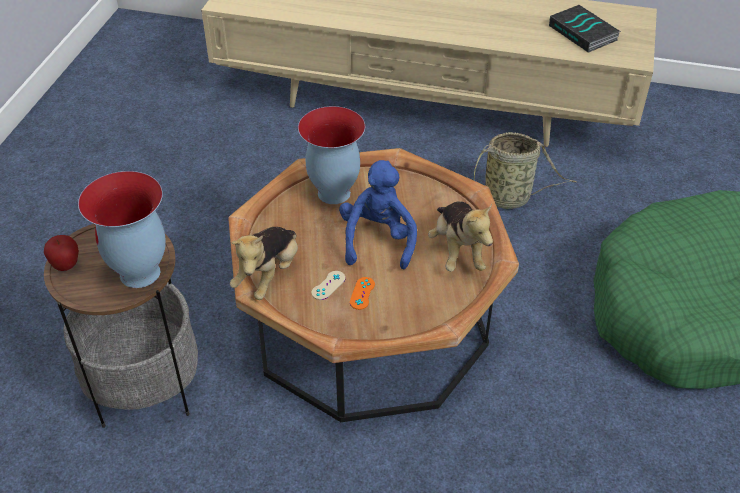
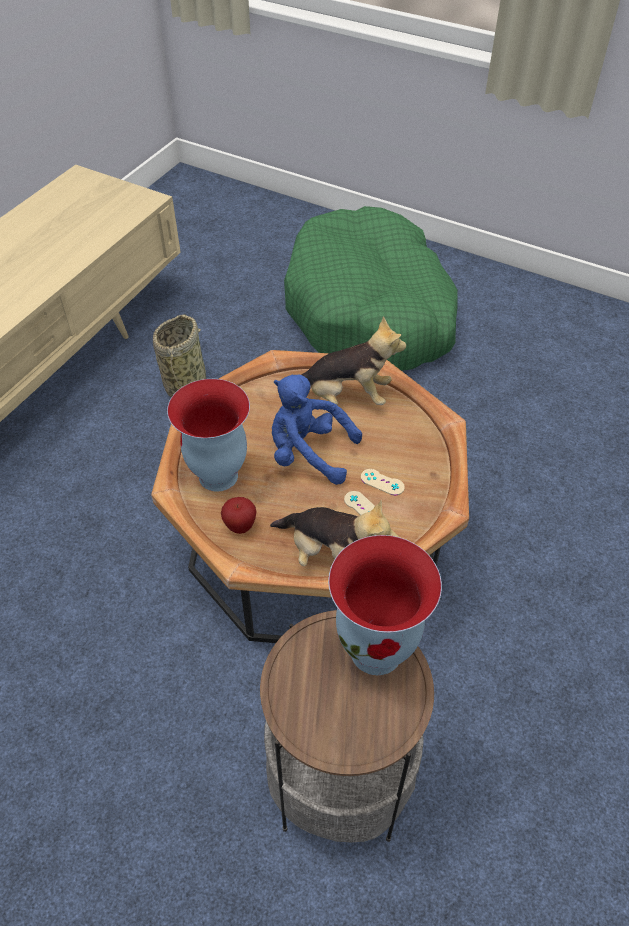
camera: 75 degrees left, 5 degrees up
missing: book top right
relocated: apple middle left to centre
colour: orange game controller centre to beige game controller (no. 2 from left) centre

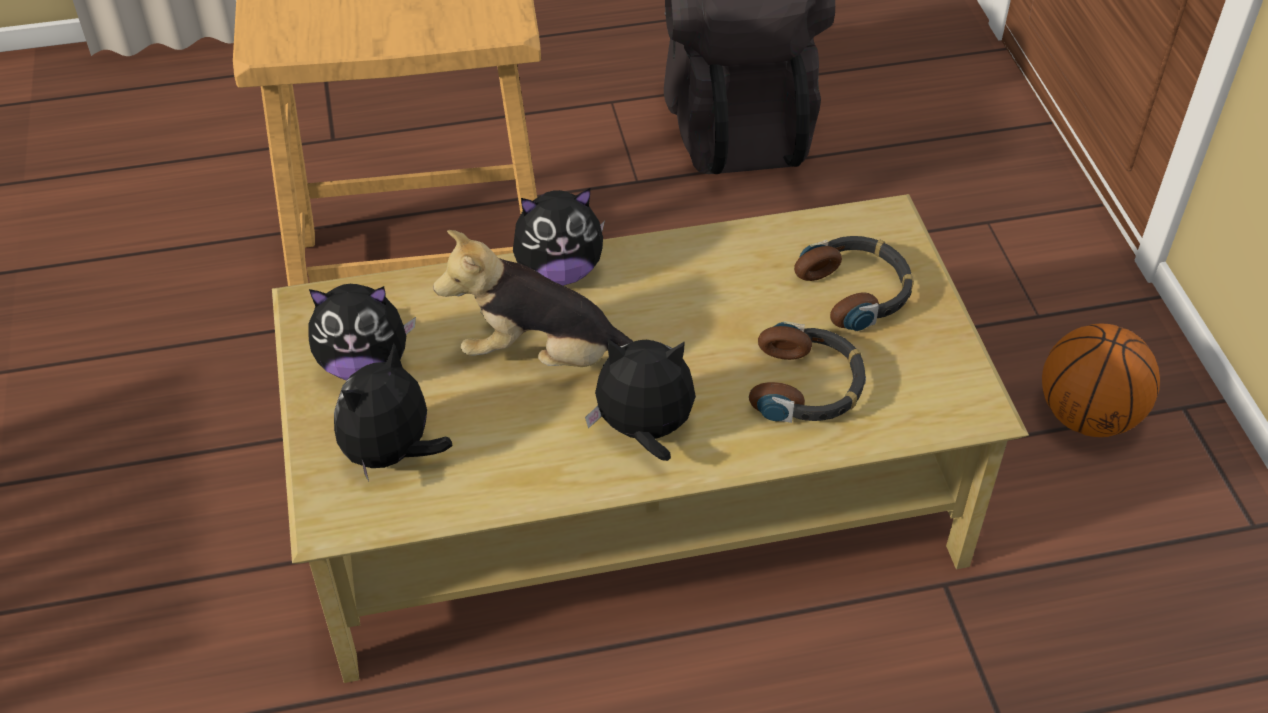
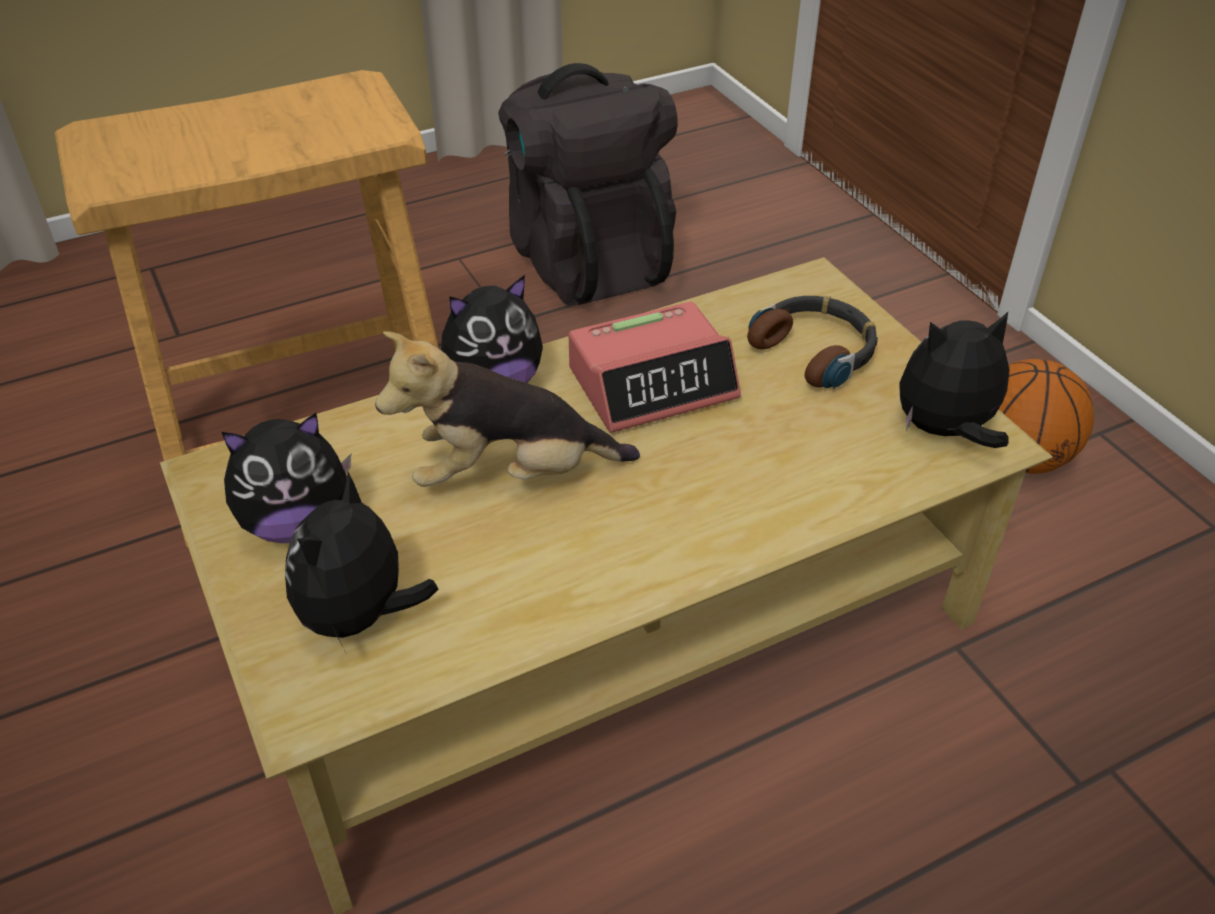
camera: 15 degrees left, 5 degrees down
missing: headphones (no. 1 from left) centre
appeared: alarm clock centre
relocated: plush toy (no. 5 from left) centre to middle right

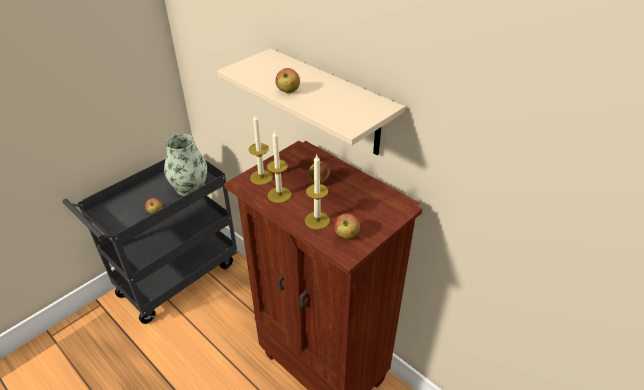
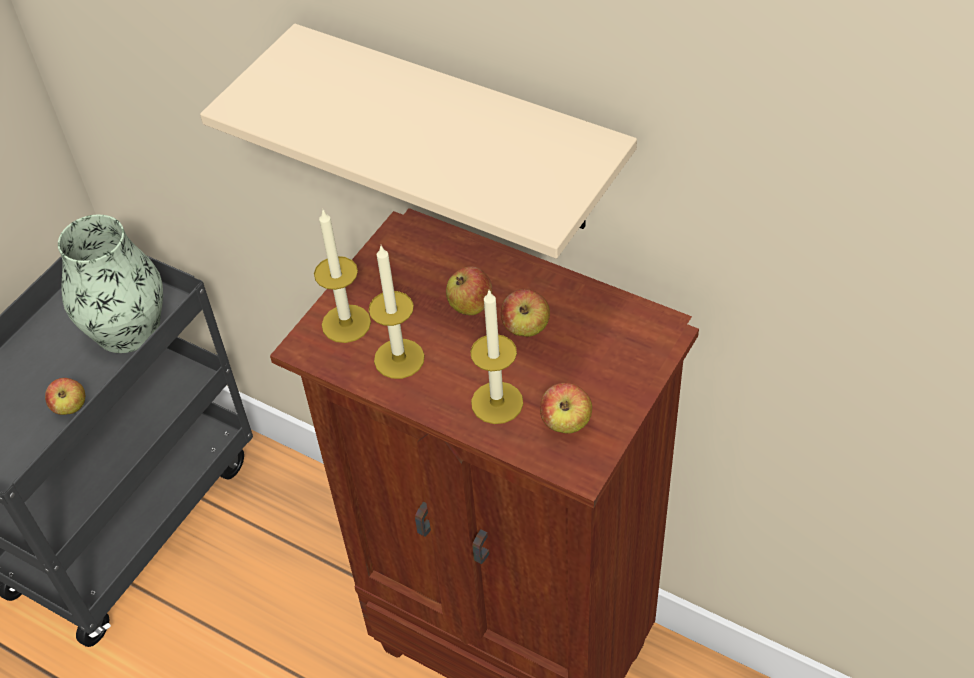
camera: 10 degrees left, 10 degrees up
relocated: apple (no. 2 from left in the first image) top centre to apple (no. 3 from left) centre

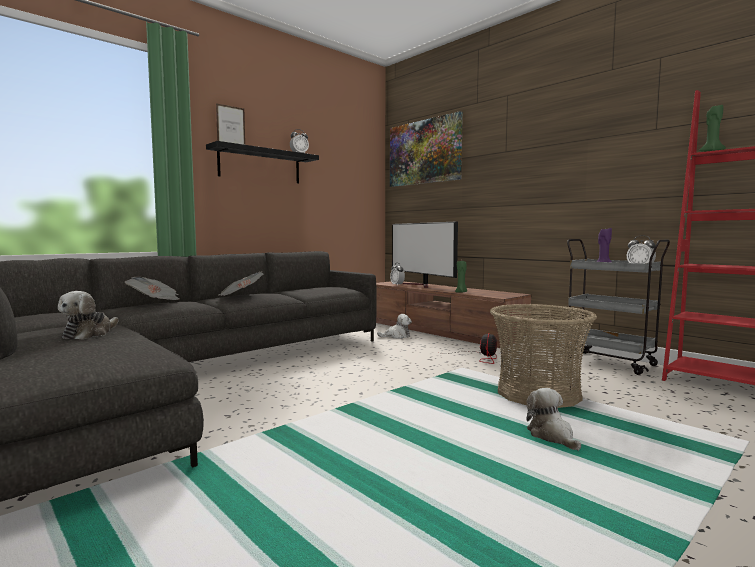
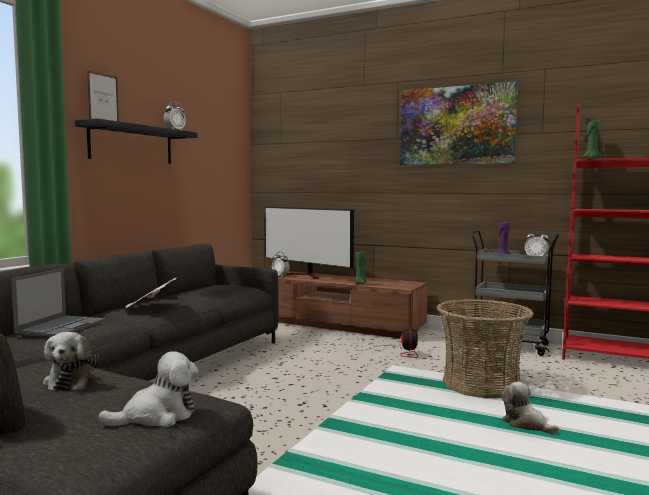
camera: 20 degrees left, 0 degrees up
relocated: plush toy (no. 2 from left) centre to bottom left; picture top centre to top right
exchanged: newspaper (no. 1 from left) middle left to laptop middle left

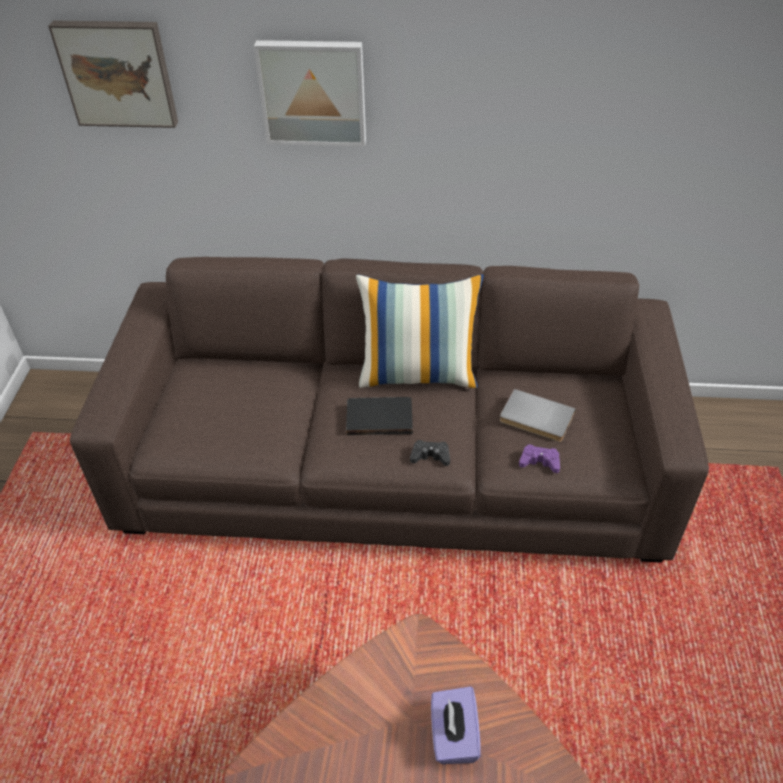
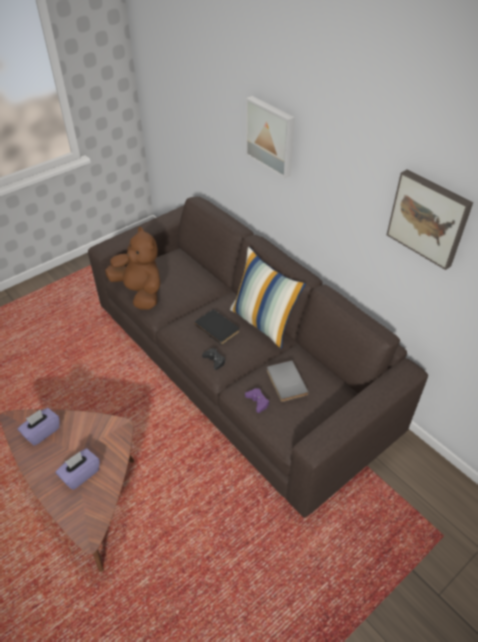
camera: 45 degrees right, 0 degrees up
appeared: purple tissue box (no. 1 from left) middle left; brown plush toy middle left
relocated: picture (no. 1 from left in the first image) top left to picture (no. 2 from left) middle right

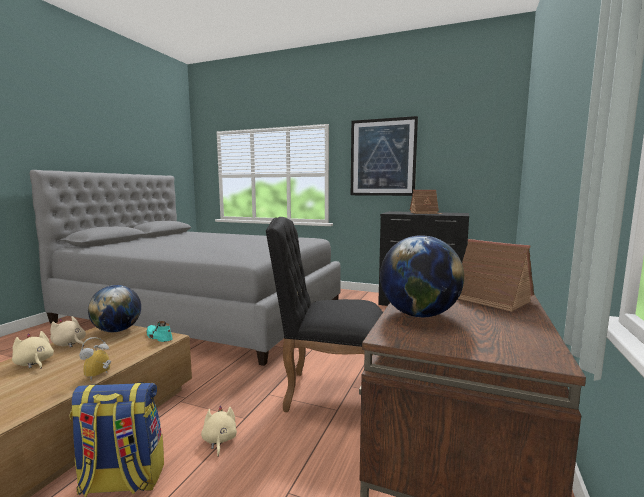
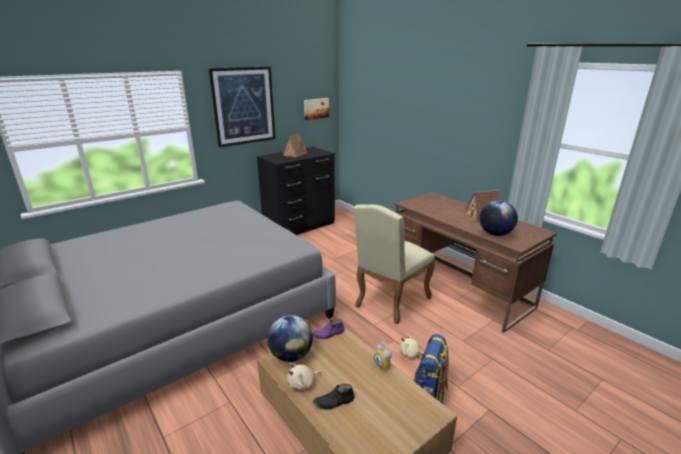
camera: 60 degrees left, 15 degrees up
appeared: picture (no. 2 from left) top centre
exchanged: beige plush toy (no. 1 from left) bottom left to black shoe bottom centre
colour: turquoise shoe middle left to purple shoe bottom centre; black chair centre to beige chair centre

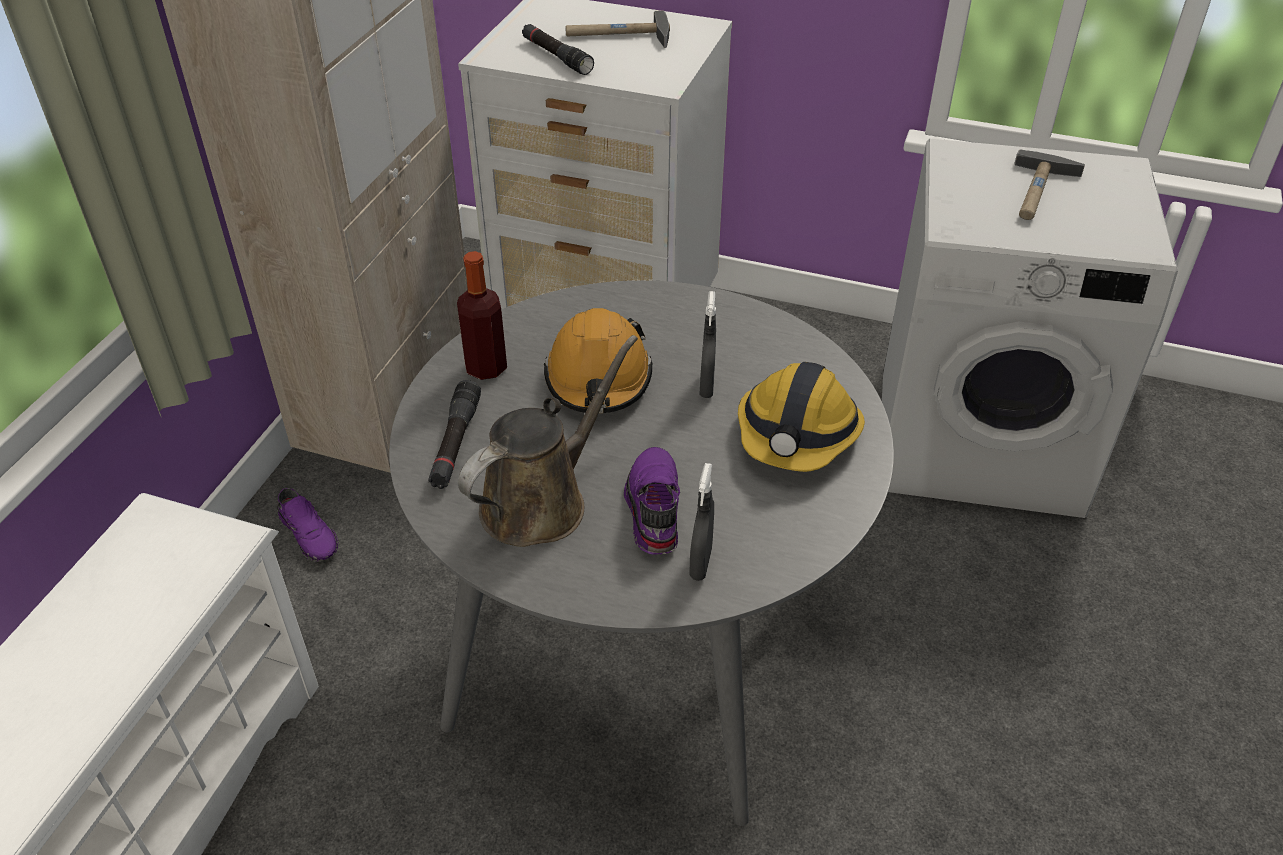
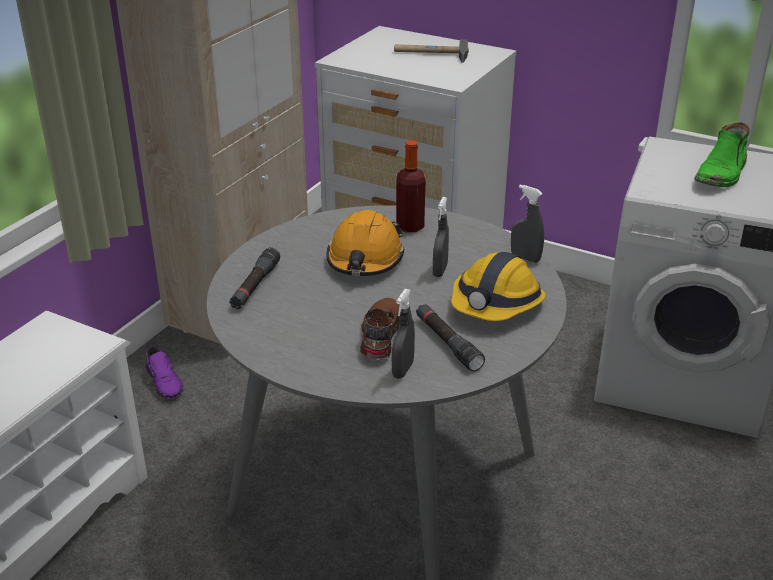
camera: 10 degrees right, 10 degrees down
missing: brown watering can centre
appeared: grey spray bottle (no. 3 from left) middle right
relocated: bottle centre to top centre; black flashlight (no. 2 from left) top centre to centre
exchanged: hammer (no. 2 from left) top right to green boot top right
colour: purple shoe (no. 2 from left) centre to brown shoe centre

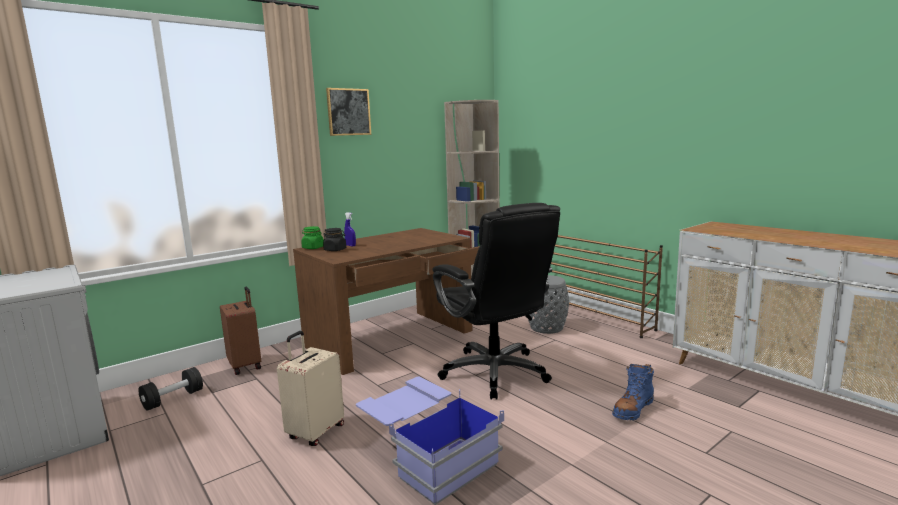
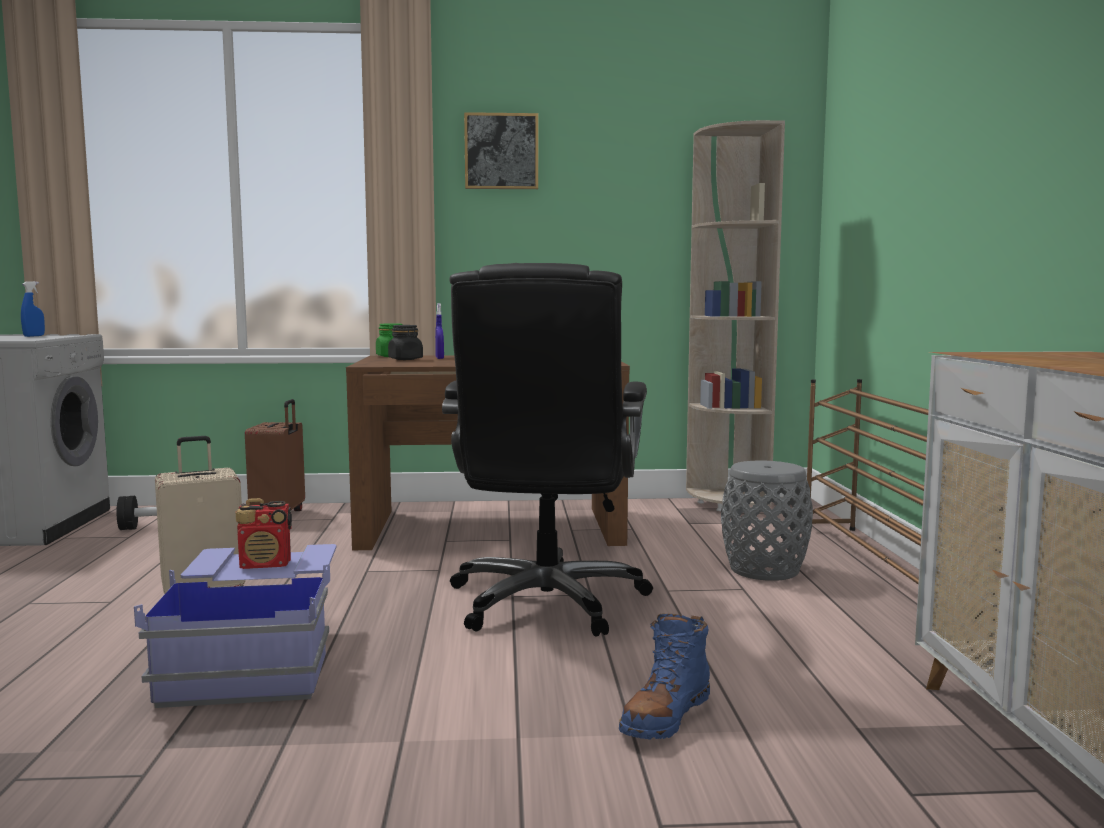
camera: 35 degrees right, 5 degrees down
appeared: blue spray bottle (no. 1 from left) middle left; radio middle left
spun: blue boot bottom right = bottom centre 45 degrees counterclockwise

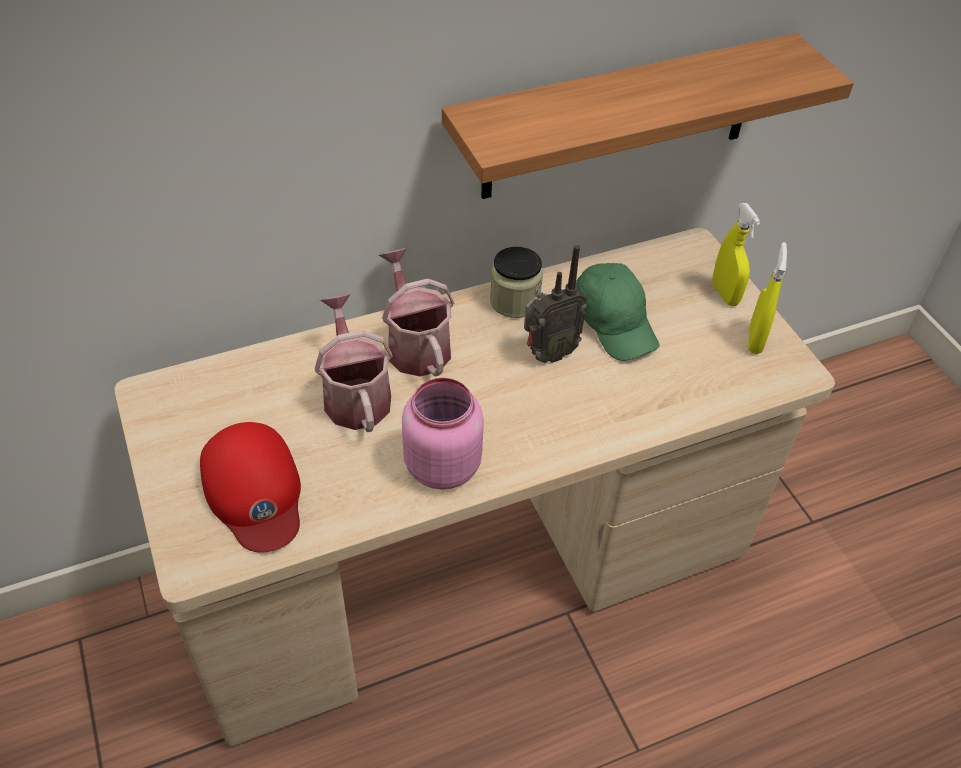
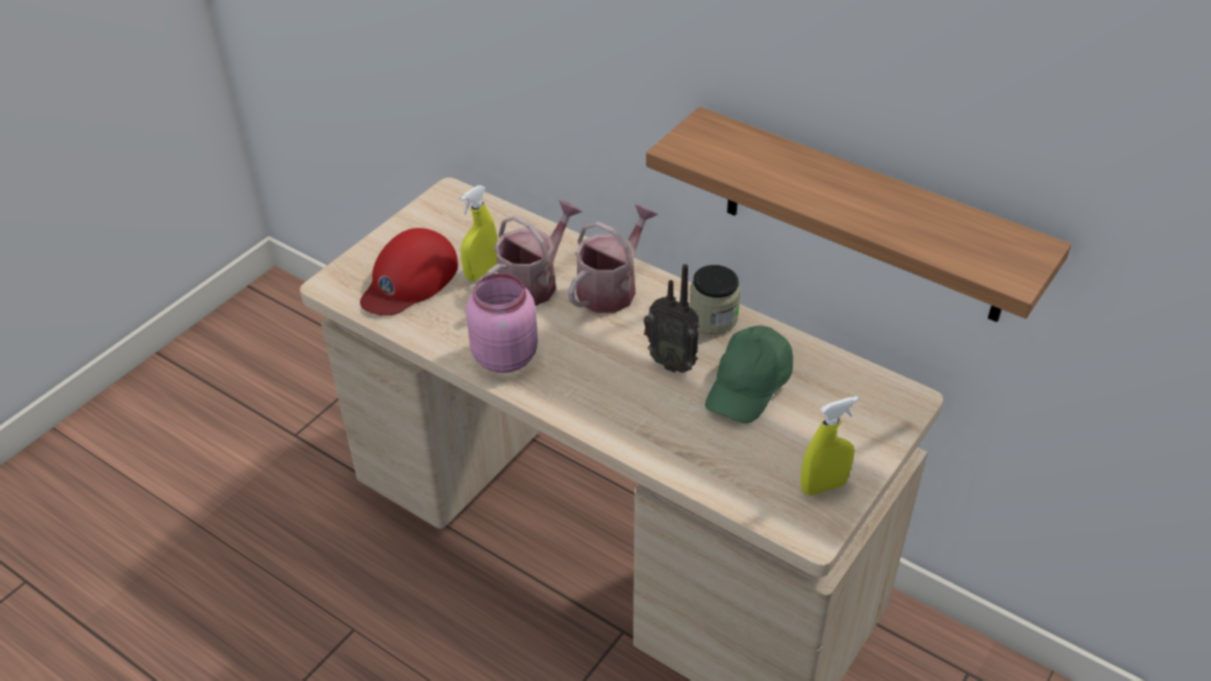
camera: 60 degrees right, 5 degrees down
relocated: yellow spray bottle (no. 1 from left) top right to centre

